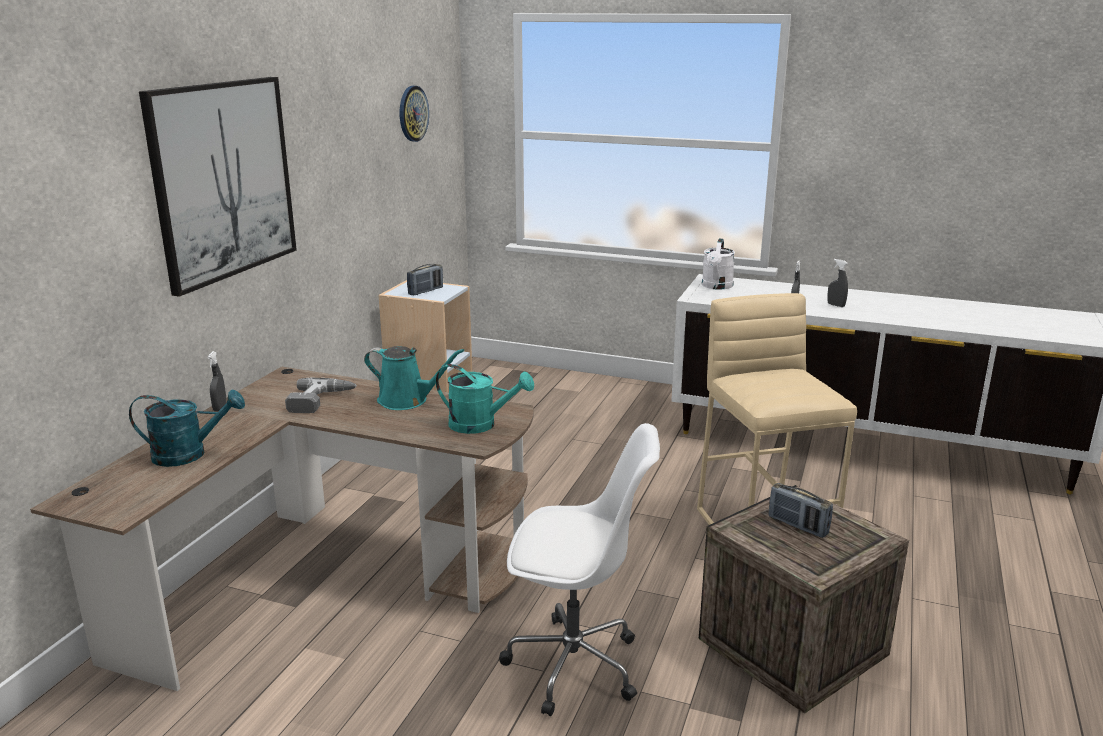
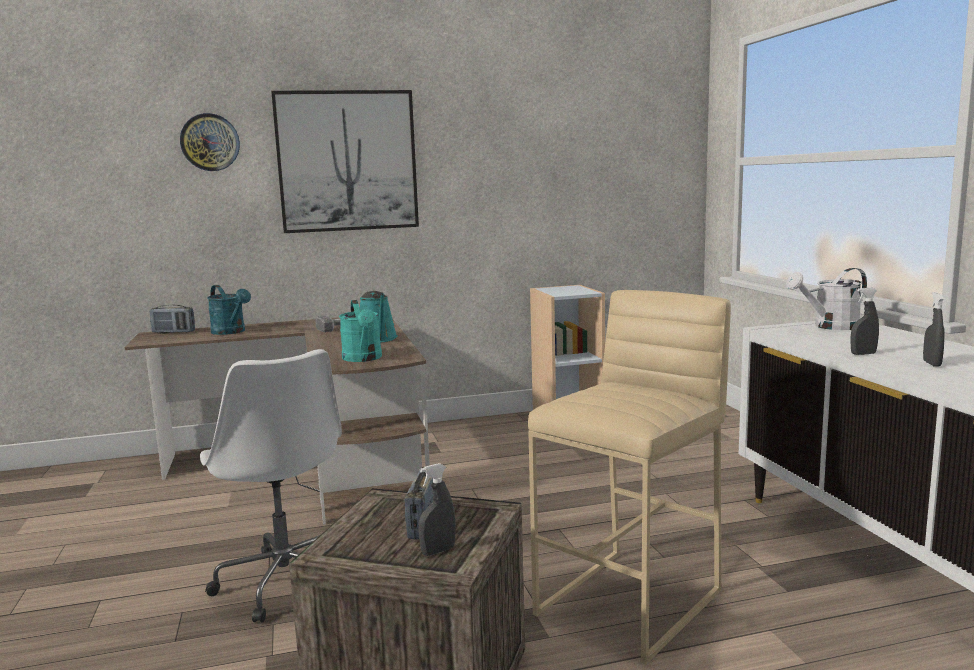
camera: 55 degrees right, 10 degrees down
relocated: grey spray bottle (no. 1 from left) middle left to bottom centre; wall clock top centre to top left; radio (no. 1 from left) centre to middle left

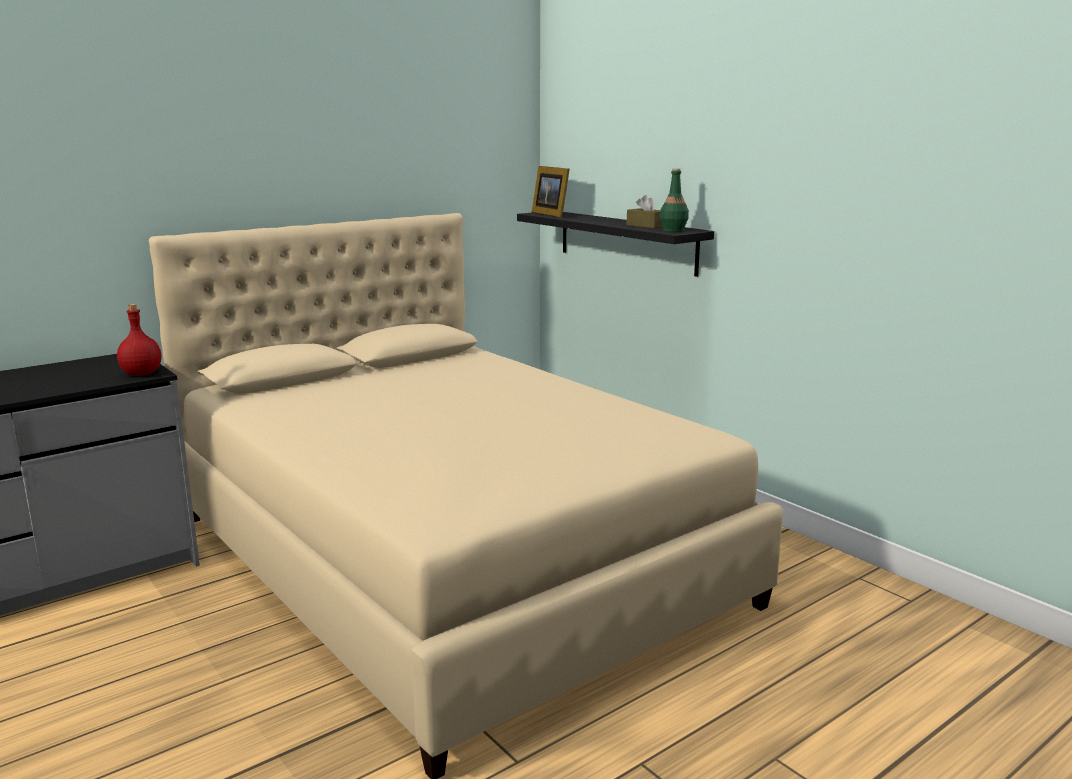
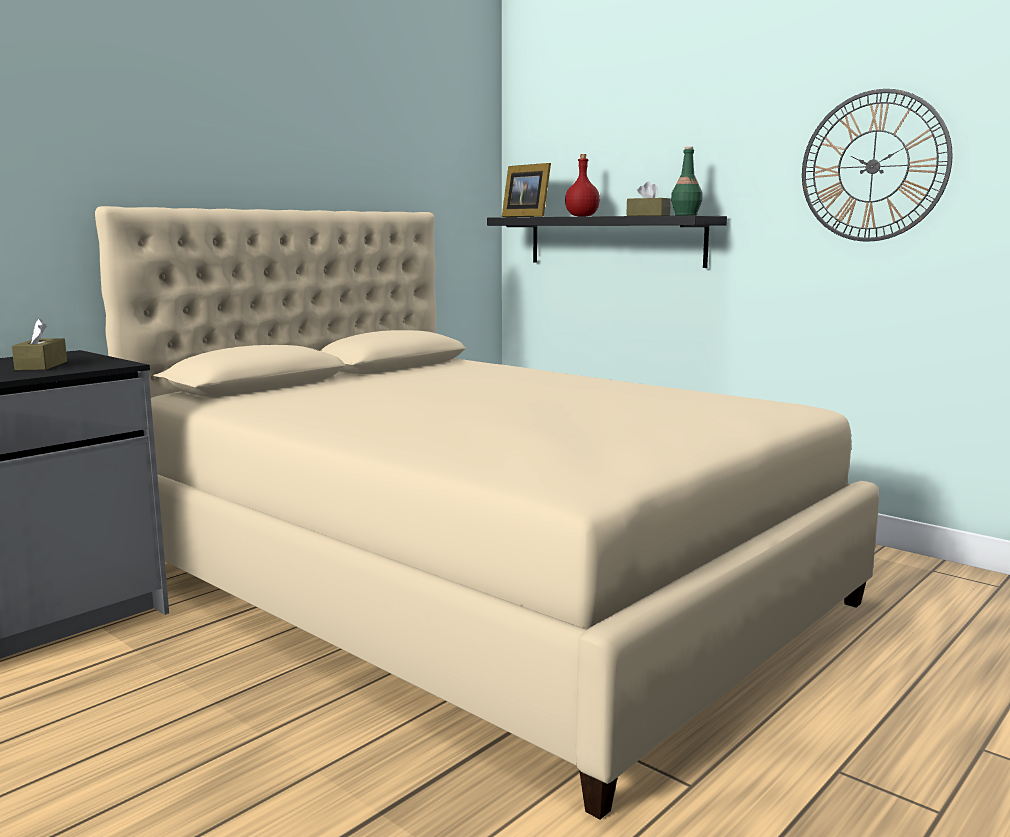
camera: 10 degrees left, 5 degrees down
appeared: brown tissue box (no. 1 from left) middle left; wall clock top right
relocated: red bottle middle left to top centre

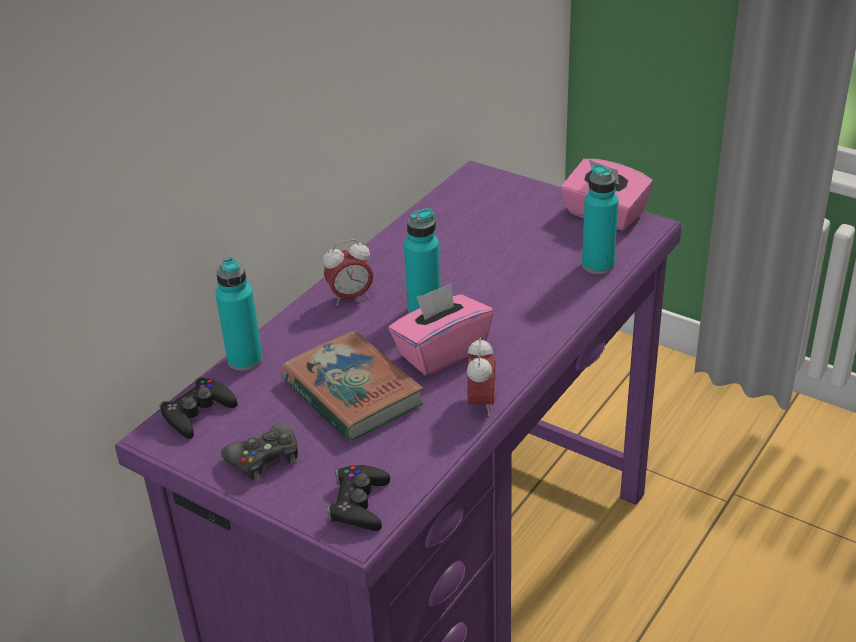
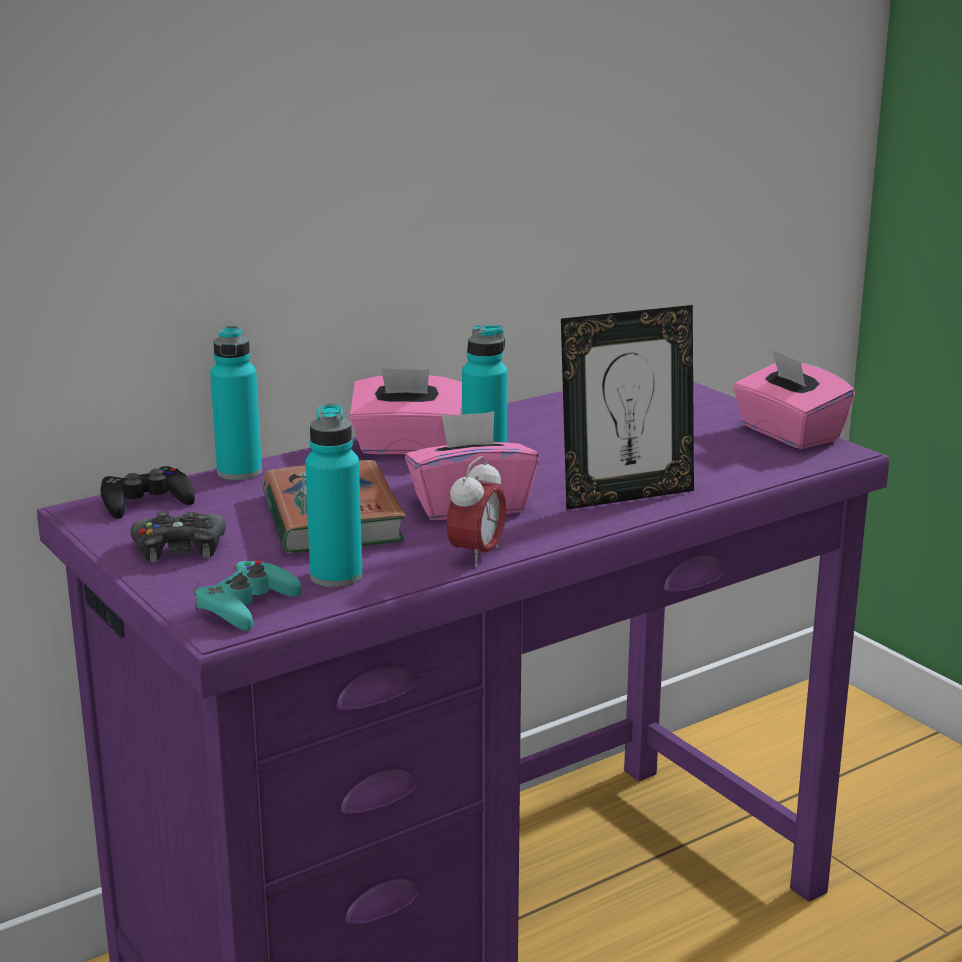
camera: 20 degrees right, 15 degrees down
appeared: picture frame centre
relocated: turquoise bottle (no. 3 from left in the first image) middle right to turquoise bottle (no. 2 from left) centre
exchanged: alarm clock (no. 1 from left) centre to pink tissue box (no. 1 from left) centre
colour: black game controller (no. 3 from left) bottom centre to turquoise game controller middle left

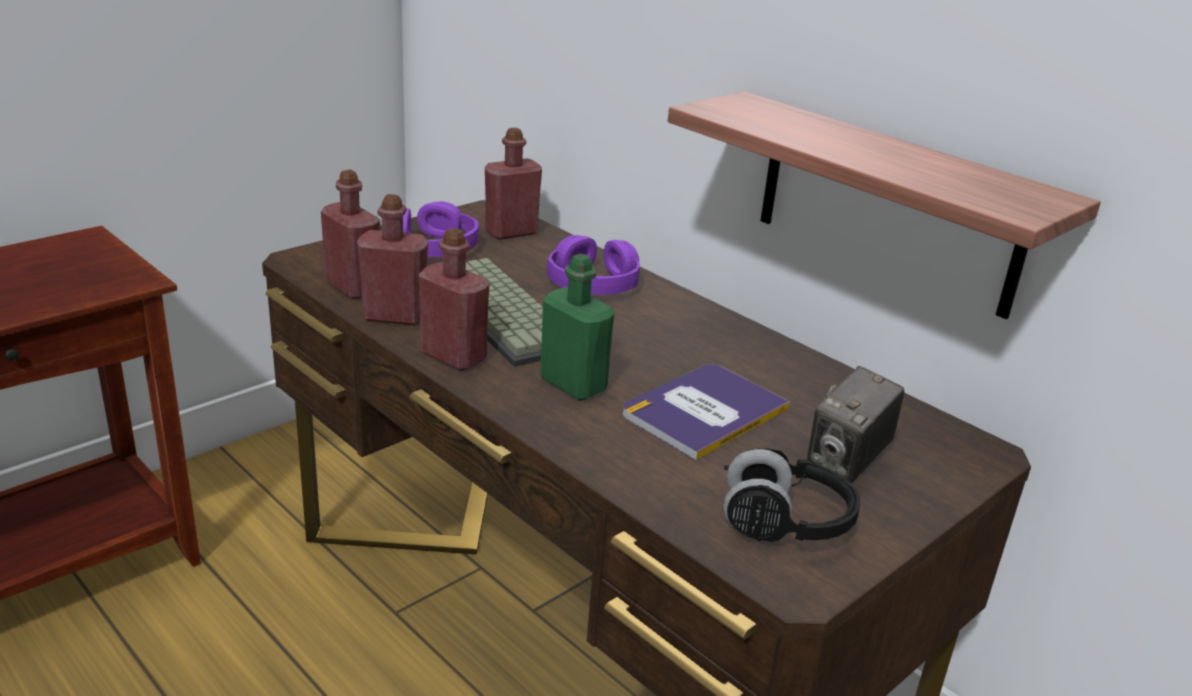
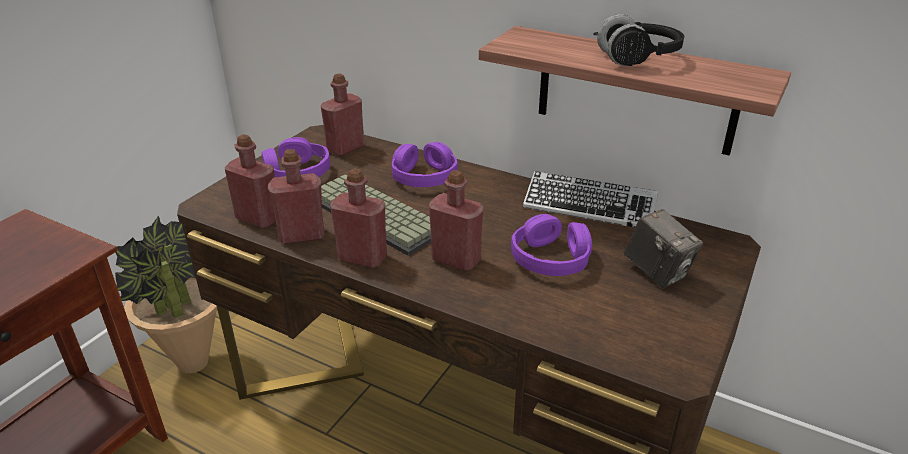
camera: 15 degrees left, 5 degrees up
appeared: potted plant middle left; keyboard (no. 2 from left) centre
relocated: black headphones bottom centre to top right
exchanged: book centre to purple headphones (no. 3 from left) centre
colour: green bottle centre to red bottle (no. 5 from left) centre
spun: photo camera middle right = middle right 60 degrees counterclockwise

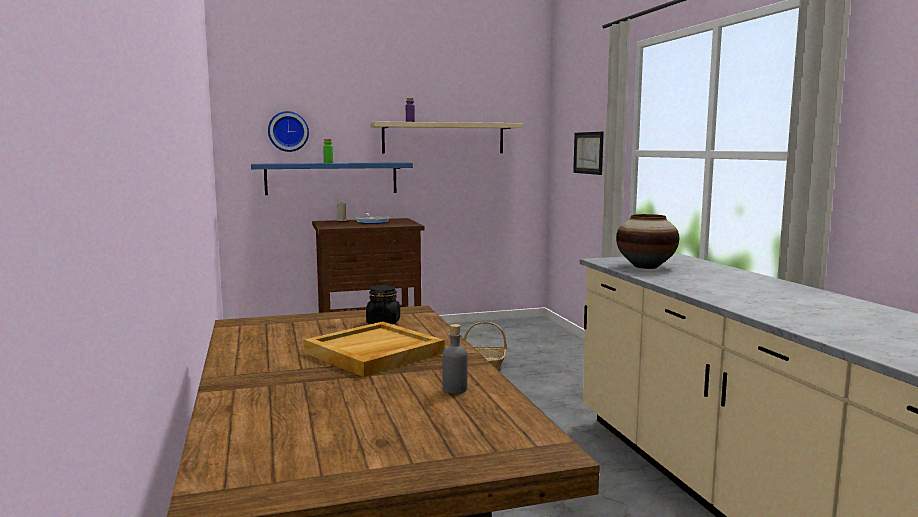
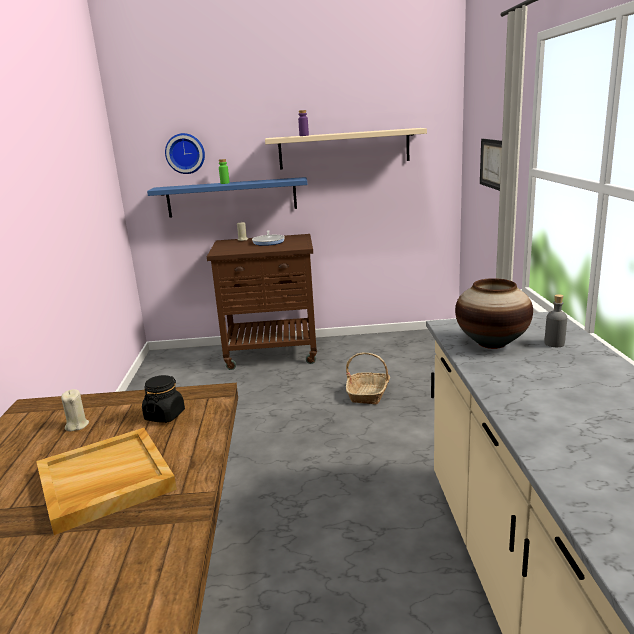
camera: 15 degrees right, 10 degrees up
appeared: beige candle (no. 1 from left) middle left
relocated: grey bottle bottom centre to middle right

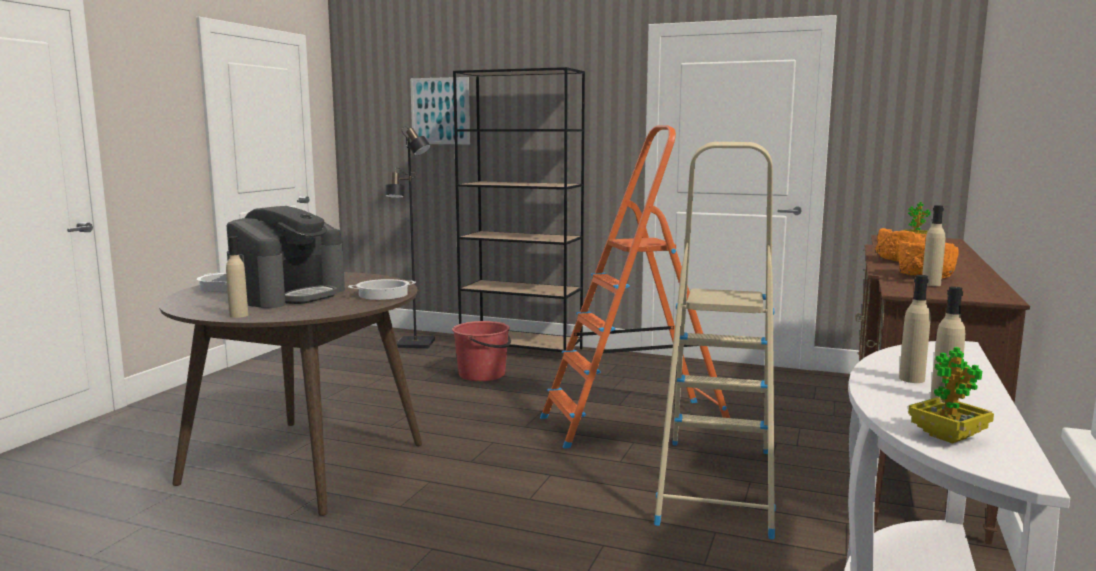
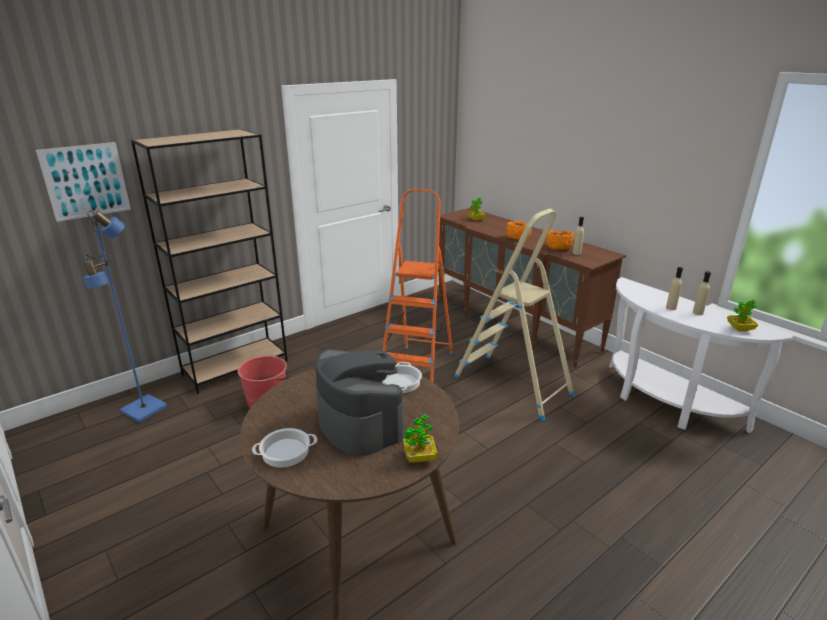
camera: 60 degrees left, 15 degrees up
exchanged: beige bottle (no. 1 from left) middle left to potted plant (no. 1 from left) bottom centre
colour: black floor lamp centre to blue floor lamp middle left

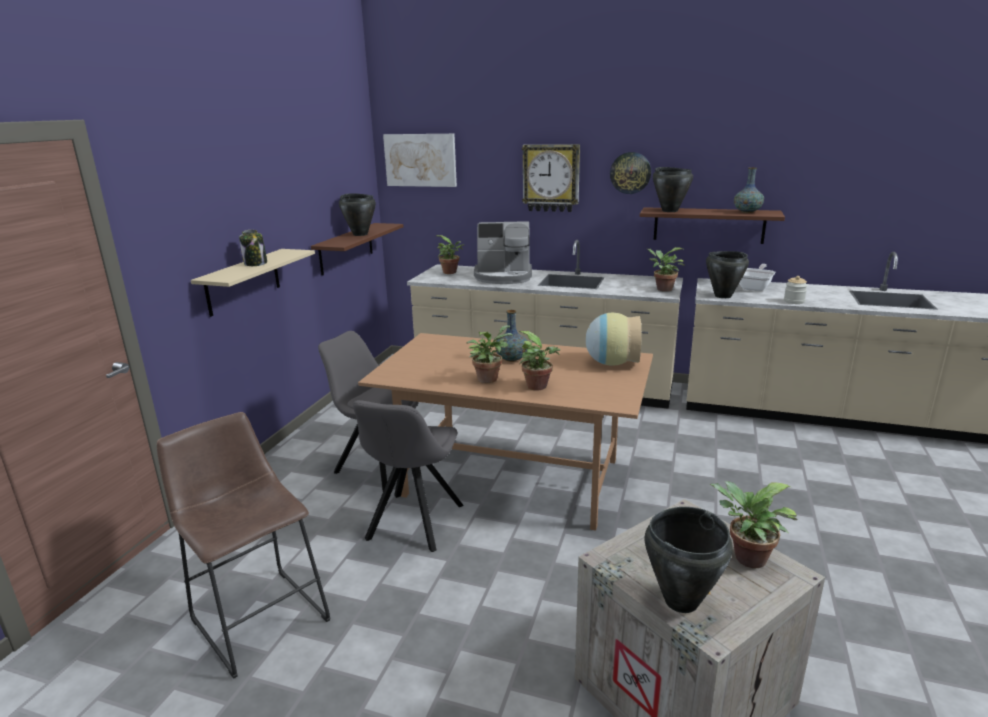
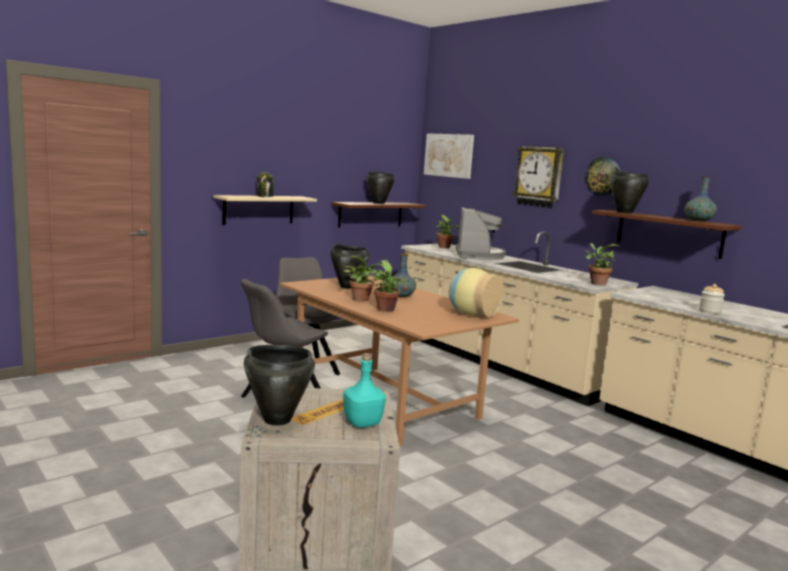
camera: 30 degrees right, 10 degrees down
missing: brown stool bottom left; frying pan middle right
relocated: black cooking pot (no. 4 from left in the first image) middle right to black cooking pot (no. 2 from left) centre
exchanged: potted plant (no. 5 from left) bottom right to turquoise bottle bottom centre
spun: coffee machine centre = centre 120 degrees counterclockwise

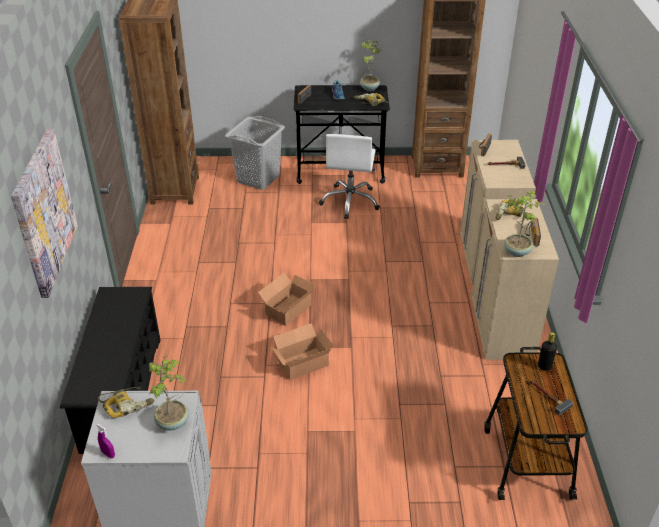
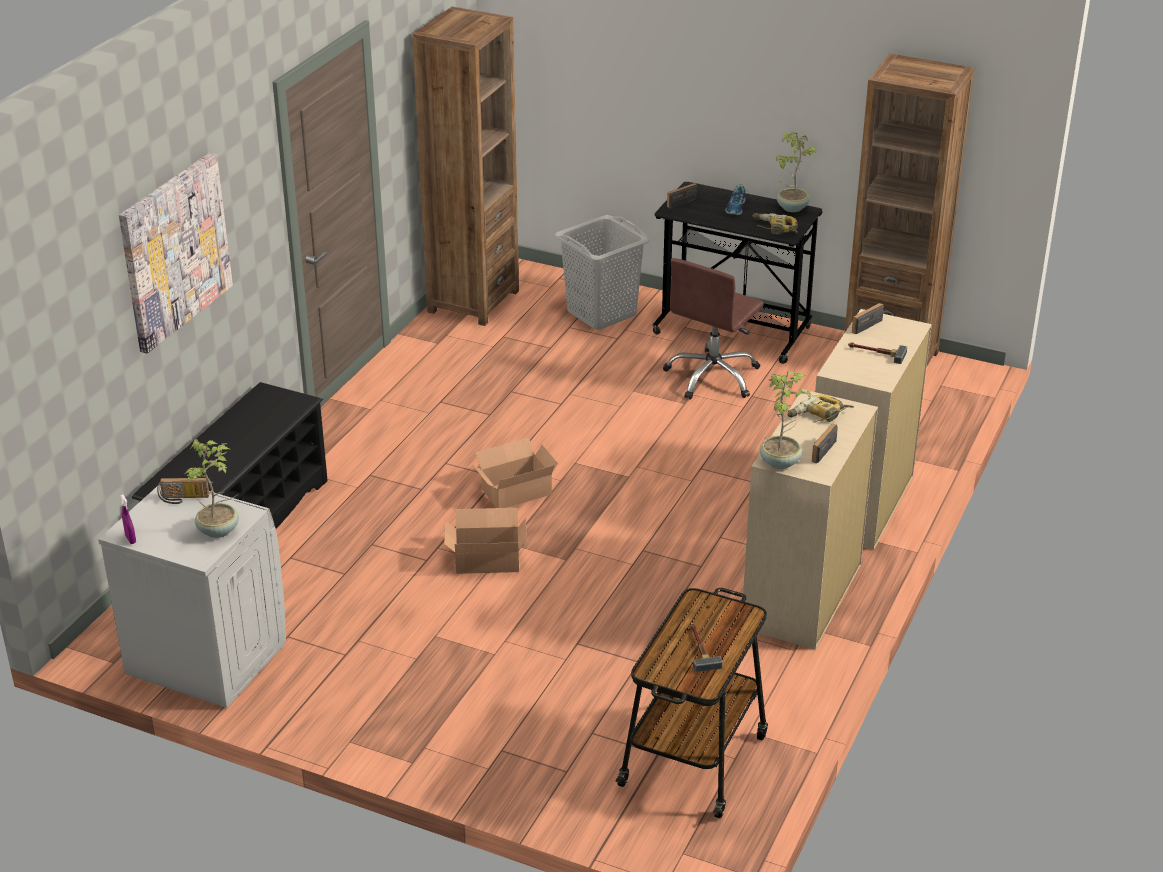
camera: 25 degrees right, 5 degrees down
missing: black bottle middle right
exchanged: power drill (no. 1 from left) bottom left to radio (no. 1 from left) middle left
colour: white office chair centre to brown office chair centre

